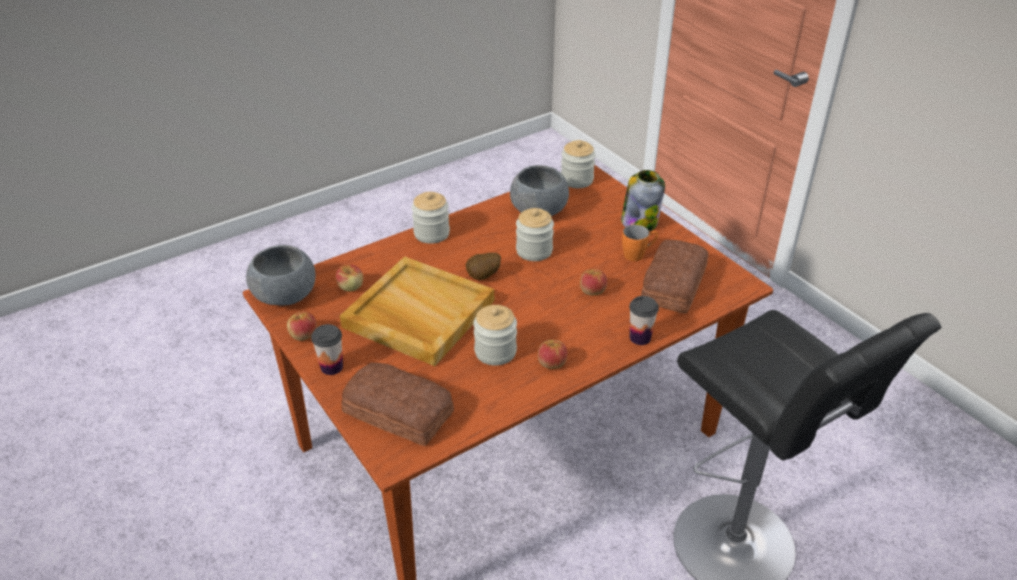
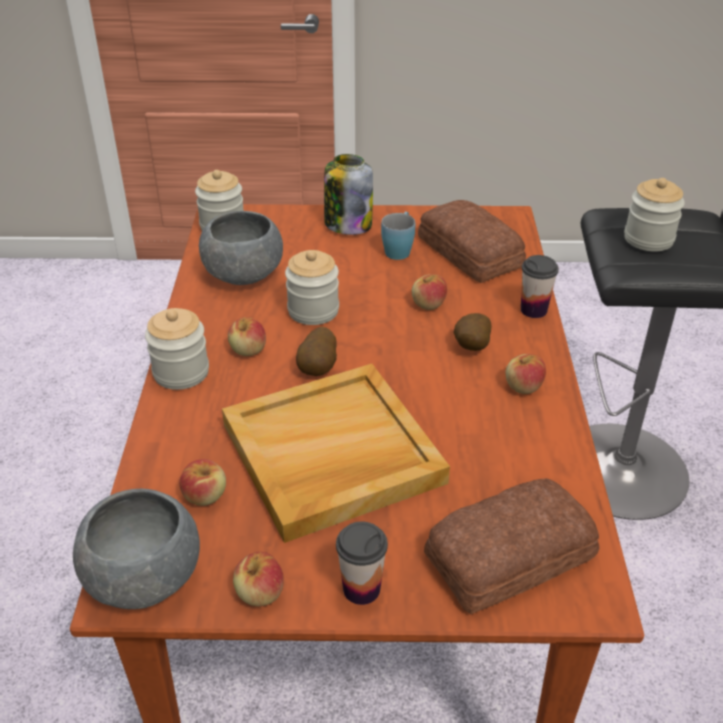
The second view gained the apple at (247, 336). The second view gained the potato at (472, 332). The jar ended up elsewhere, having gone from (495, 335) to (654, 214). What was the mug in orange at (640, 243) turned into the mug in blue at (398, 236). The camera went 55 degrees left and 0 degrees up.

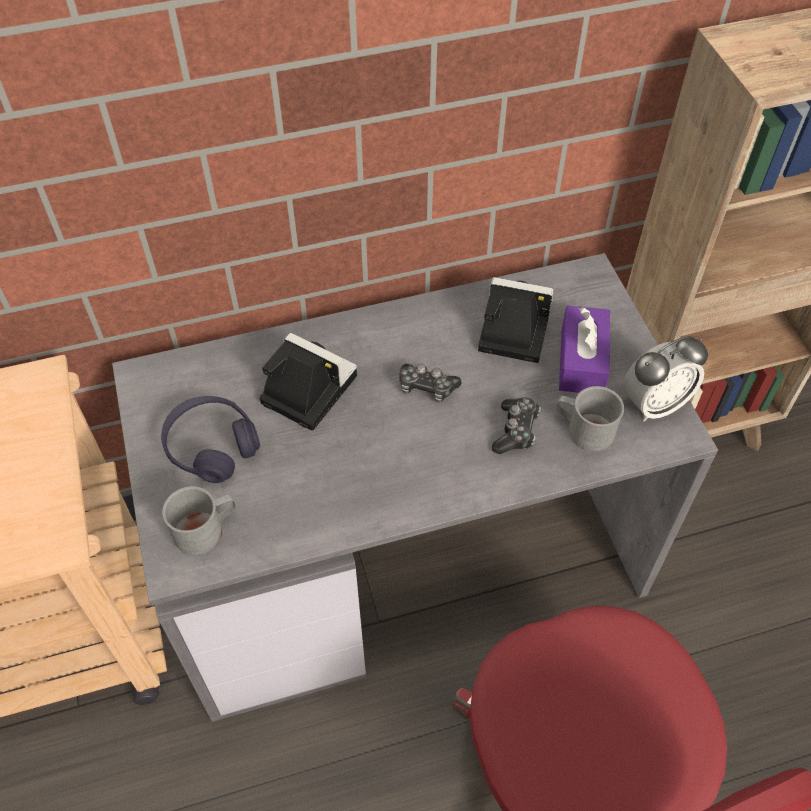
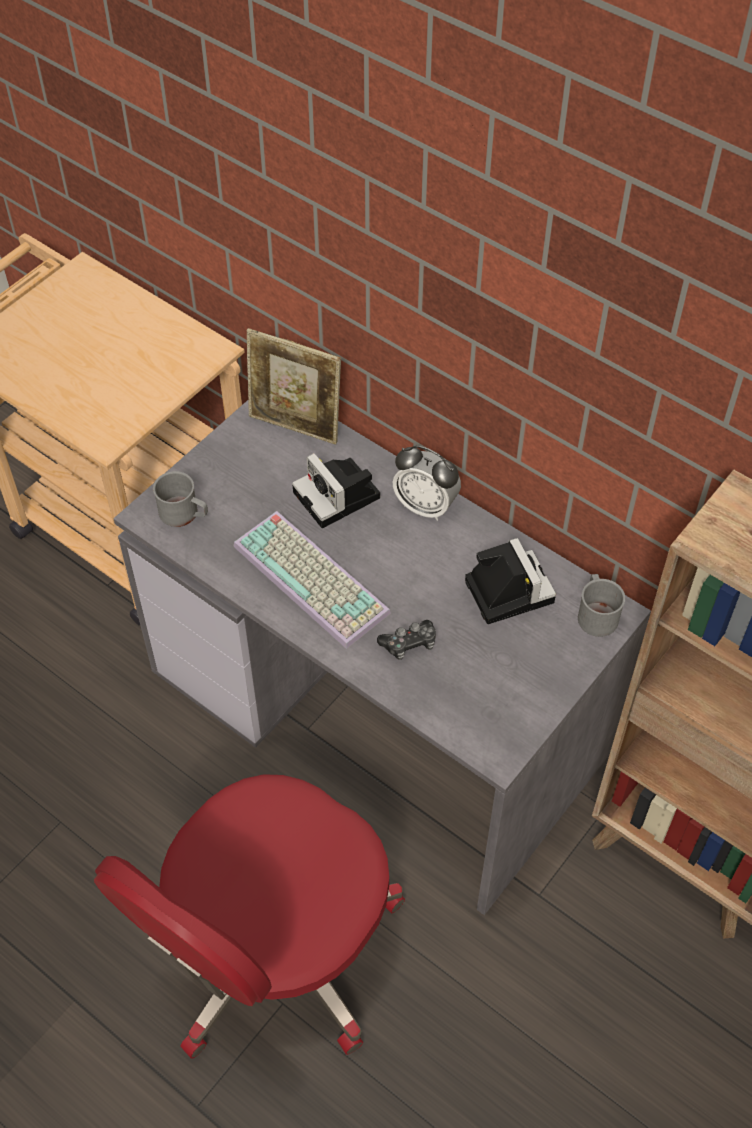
The second view lost the headphones in purple at (210, 439). The second view lost the game controller at (430, 383). The second view lost the tissue box in purple at (584, 349). The second view gained the keyboard at (312, 580). The second view gained the picture frame at (294, 386). The mug in grey ended up elsewhere, having gone from (590, 418) to (601, 605). The alarm clock ended up elsewhere, having gone from (665, 378) to (427, 483). The photo camera at (308, 381) ended up facing another way, 150 degrees clockwise from before. The camera went 55 degrees right and 0 degrees up.

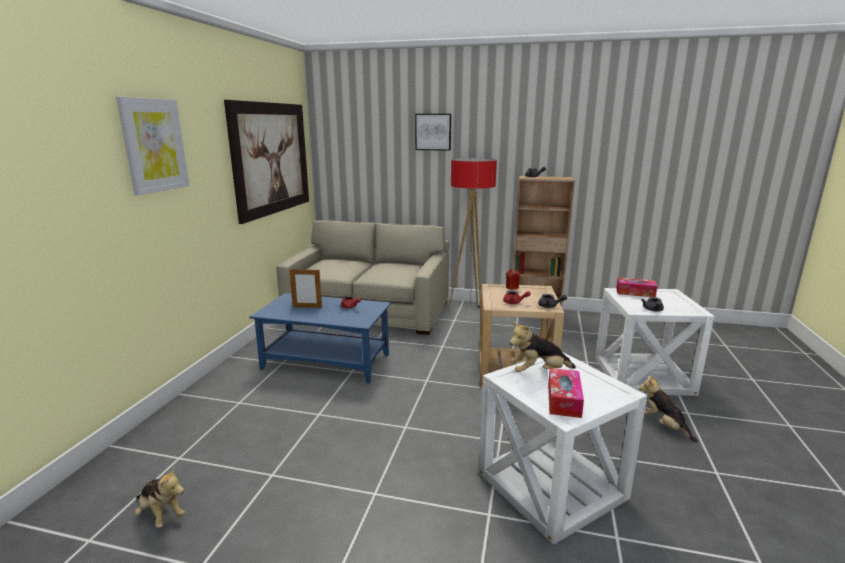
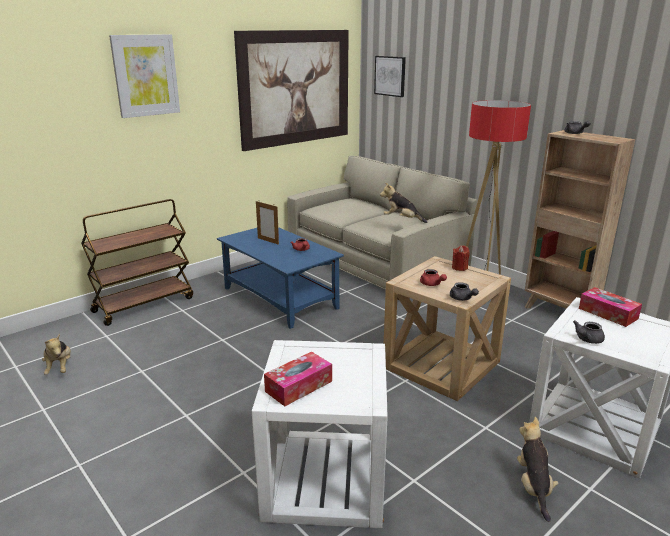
The second view gained the cart in brown at (137, 262). The picture ended up elsewhere, having gone from (433, 132) to (390, 76). The plush toy ended up elsewhere, having gone from (542, 347) to (403, 203). The camera went 35 degrees right and 5 degrees up.

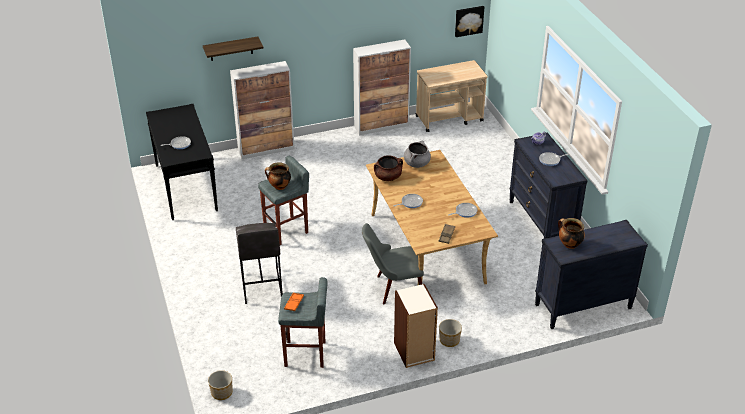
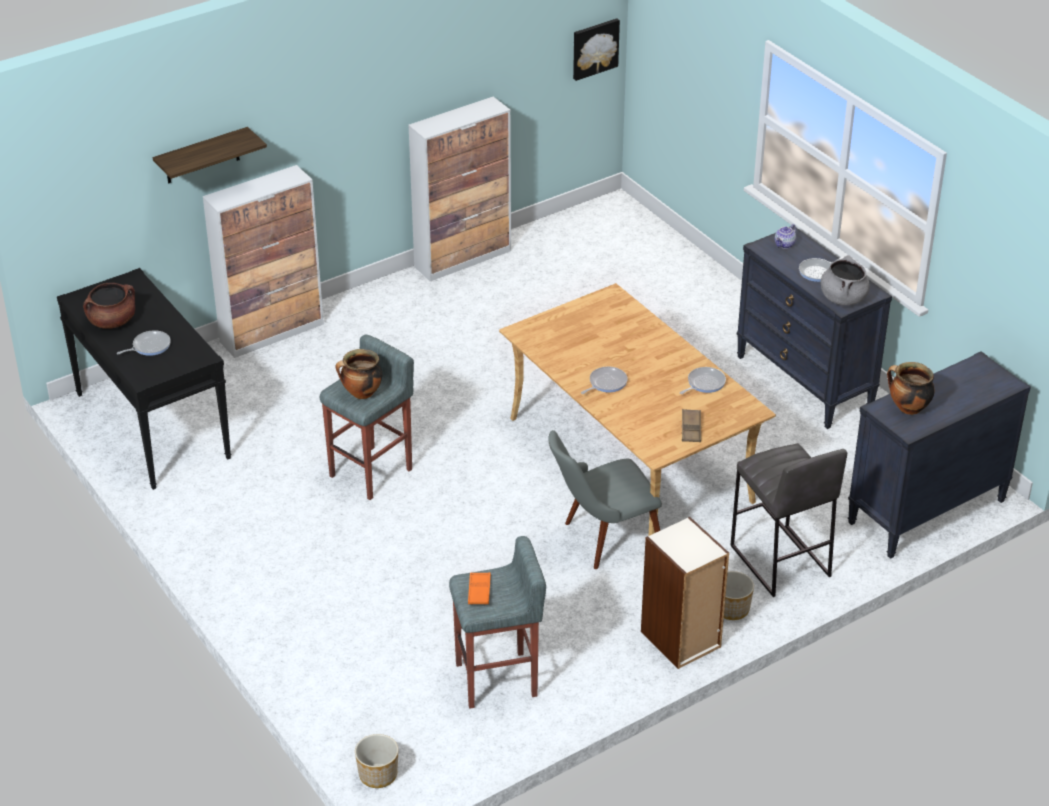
The second view lost the cart in beige at (451, 96). The stool in grey ended up elsewhere, having gone from (259, 263) to (788, 520). The cooking pot in brown ended up elsewhere, having gone from (388, 168) to (109, 306). The cooking pot in grey ended up elsewhere, having gone from (417, 154) to (845, 280). The camera went 15 degrees left and 0 degrees up.

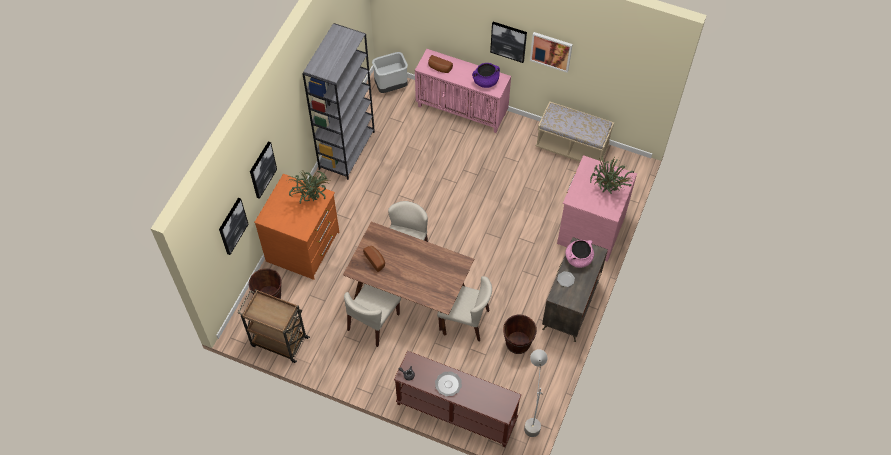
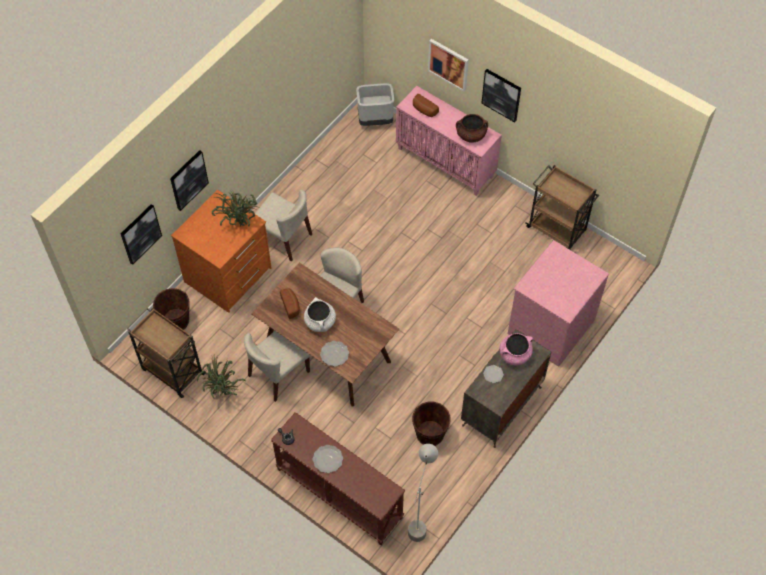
The second view lost the bookcase in grey at (339, 101). The second view gained the cooking pot in white at (320, 314). The second view gained the plate at (334, 354). The chair in beige ended up elsewhere, having gone from (464, 309) to (283, 225). The picture ended up elsewhere, having gone from (551, 52) to (448, 65). The potted plant ended up elsewhere, having gone from (612, 175) to (221, 377). Where the bench in beige stood at (575, 131), the cart in brown came to stand at (562, 207). What was the cooking pot in purple at (486, 75) turned into the cooking pot in brown at (472, 128). The camera went 15 degrees right and 0 degrees up.

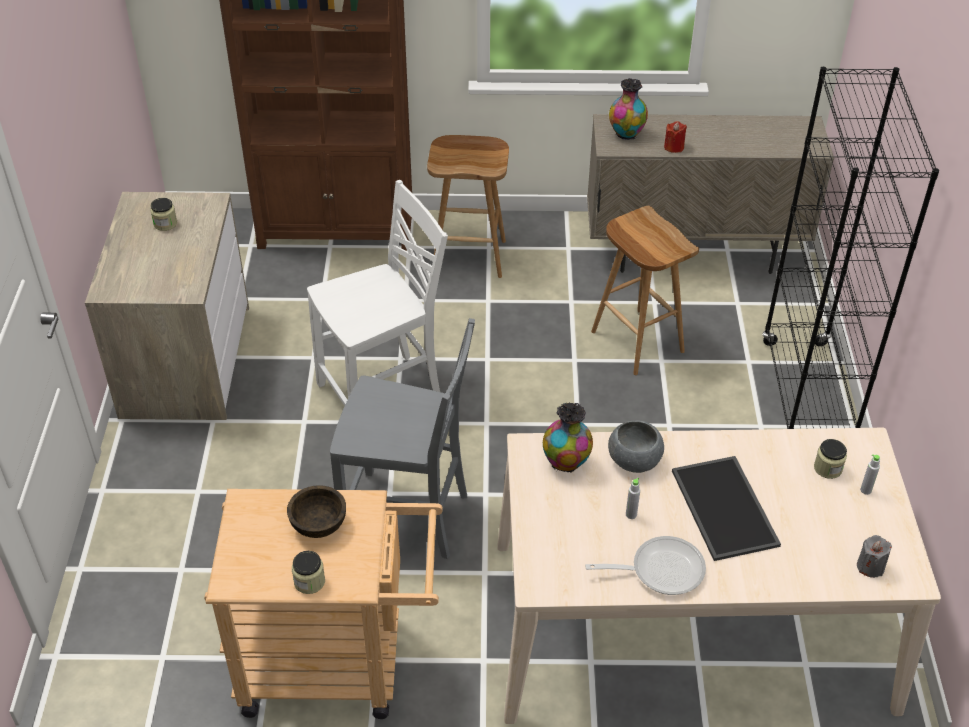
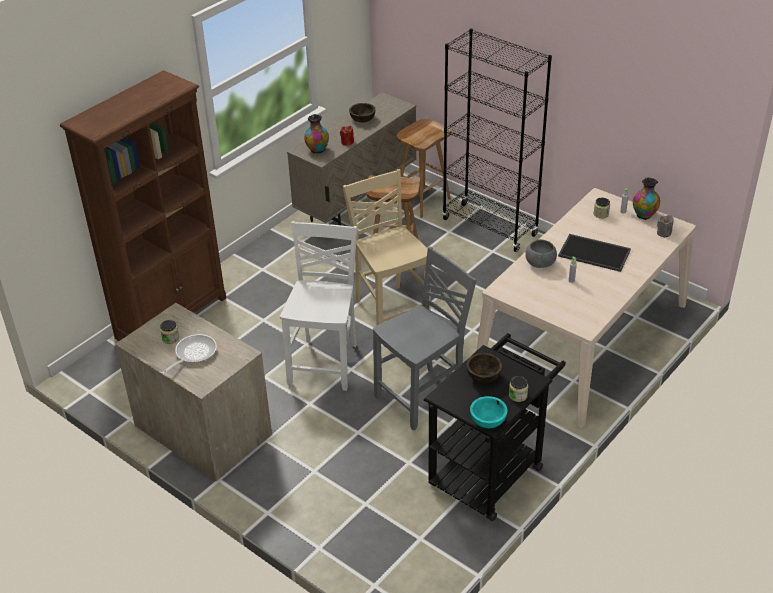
The second view gained the chair in beige at (387, 247). The second view gained the bowl in brown at (362, 113). The second view gained the bowl in turquoise at (489, 412). The stool in brown ended up elsewhere, having gone from (468, 206) to (423, 168). The vase ended up elsewhere, having gone from (568, 437) to (646, 198). The frying pan ended up elsewhere, having gone from (645, 565) to (189, 354). What was the cart in beige at (323, 604) turned into the cart in black at (495, 427). The camera went 50 degrees left and 5 degrees down.

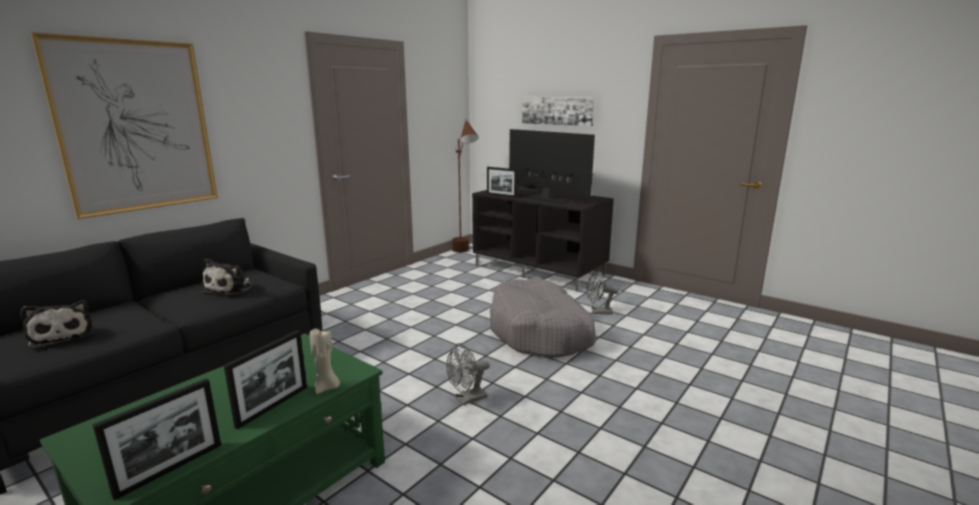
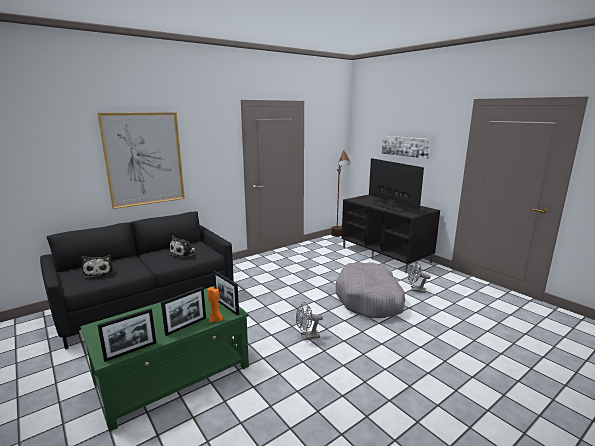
The picture frame ended up elsewhere, having gone from (502, 182) to (226, 293). What was the candle in beige at (325, 361) turned into the candle in orange at (215, 305). The camera went 15 degrees right and 0 degrees up.

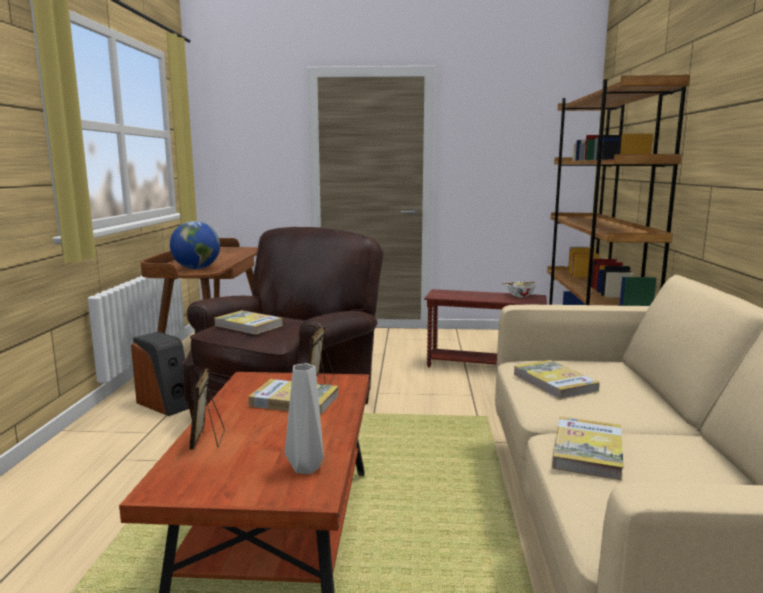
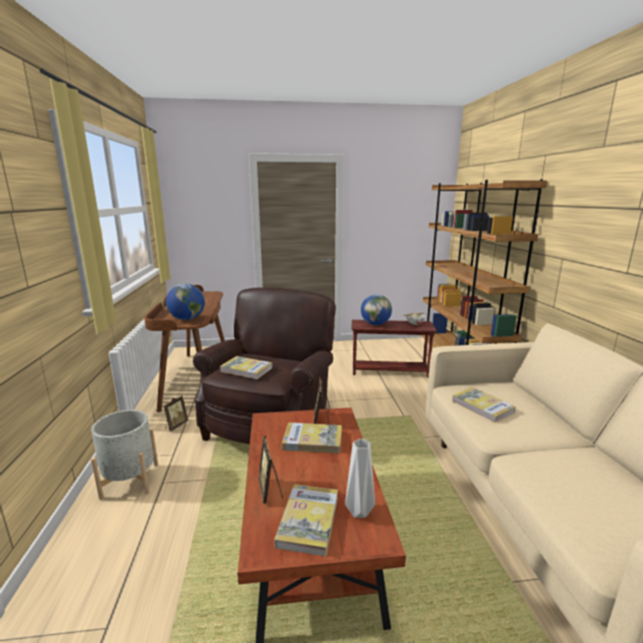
The second view gained the planter in grey at (124, 455). The second view gained the globe at (376, 309). The book ended up elsewhere, having gone from (588, 448) to (306, 520). Where the speaker stood at (160, 374), the picture frame came to stand at (175, 414). The camera went 10 degrees left and 5 degrees up.

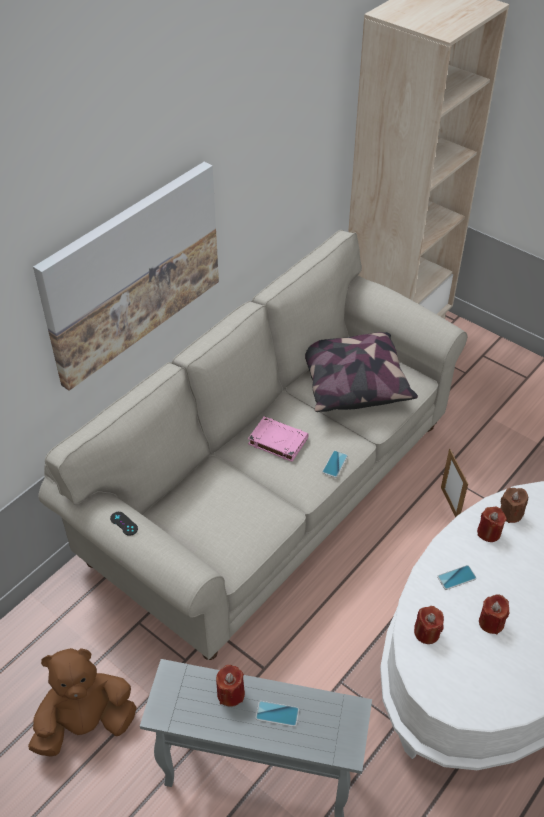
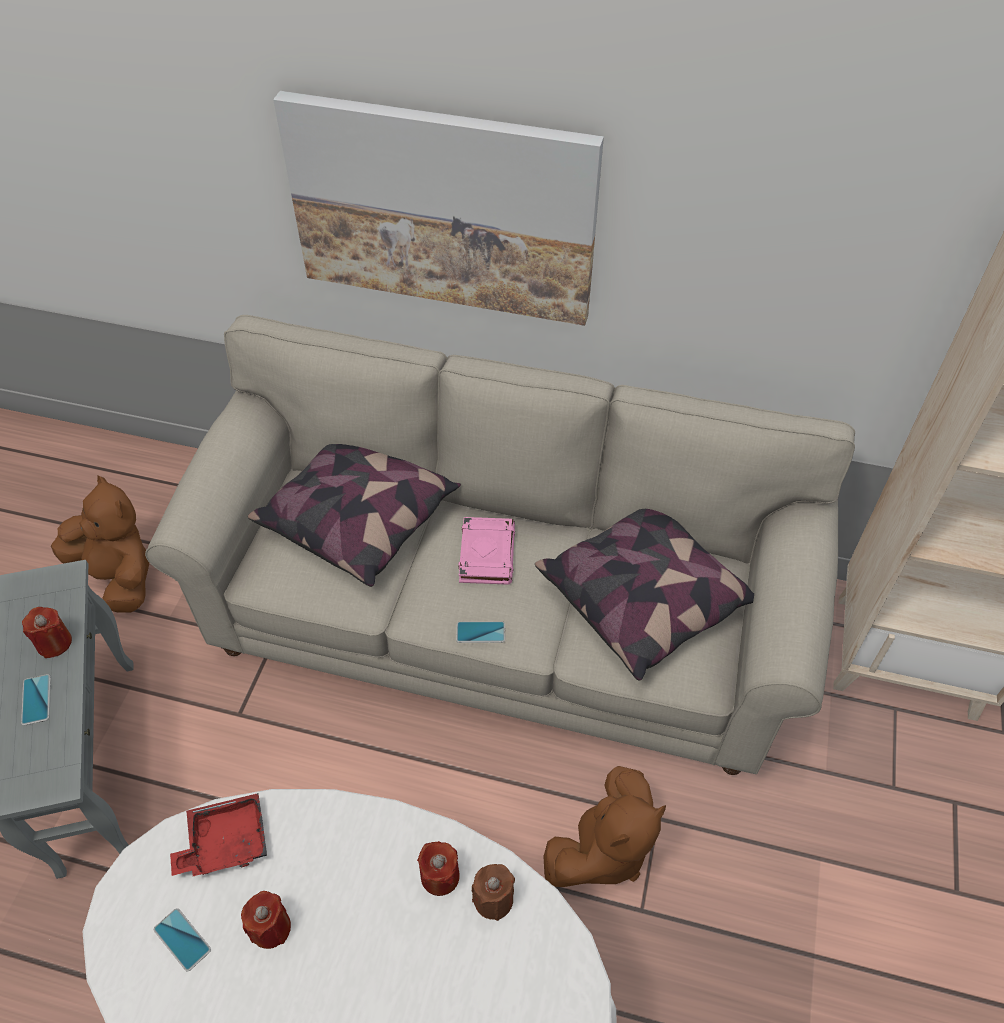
The second view lost the game controller in black at (124, 524). The second view gained the pillow at (354, 515). The phone ended up elsewhere, having gone from (457, 577) to (182, 940). Where the candle in red stood at (429, 625), the tray in red came to stand at (218, 834). Where the picture frame stood at (454, 482), the plush toy in brown came to stand at (604, 826). The camera went 65 degrees right and 5 degrees up.

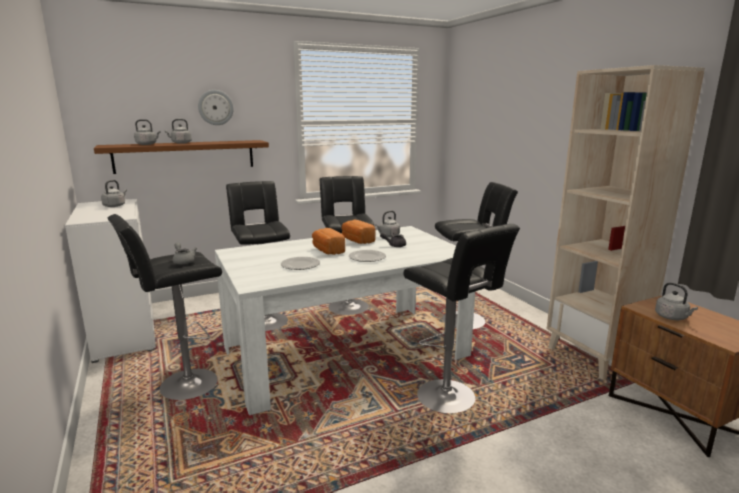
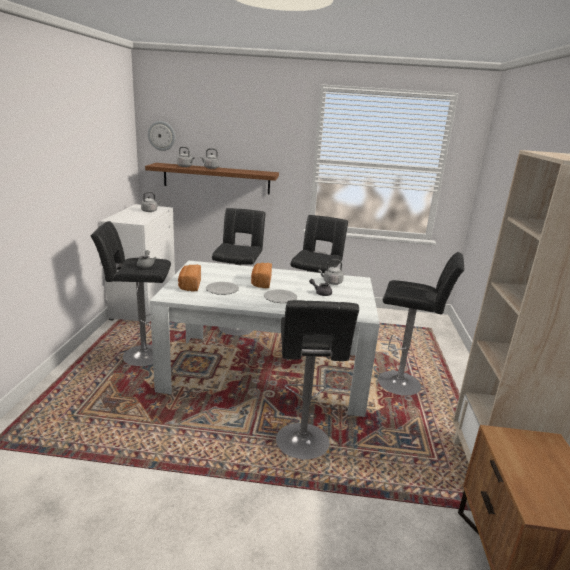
The second view lost the kettle in grey at (676, 301). The wall clock ended up elsewhere, having gone from (216, 107) to (161, 136). The bread ended up elsewhere, having gone from (358, 232) to (189, 278). The camera went 30 degrees right and 5 degrees up.

